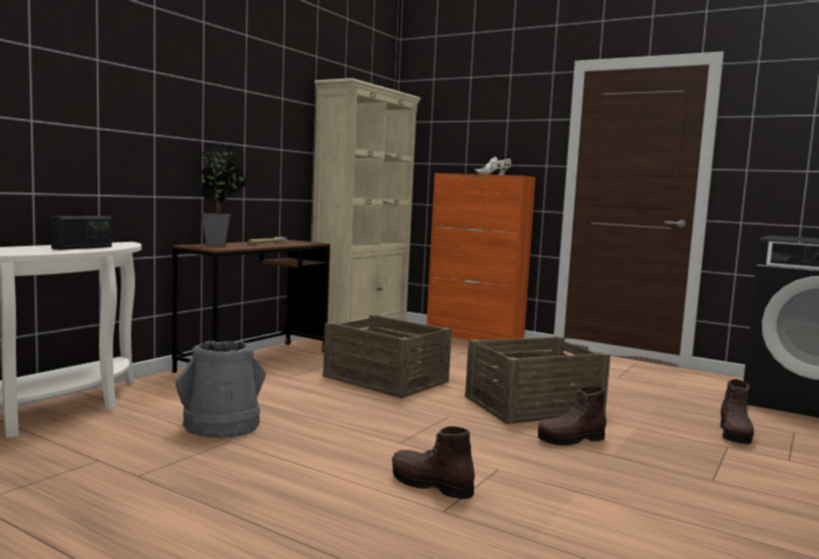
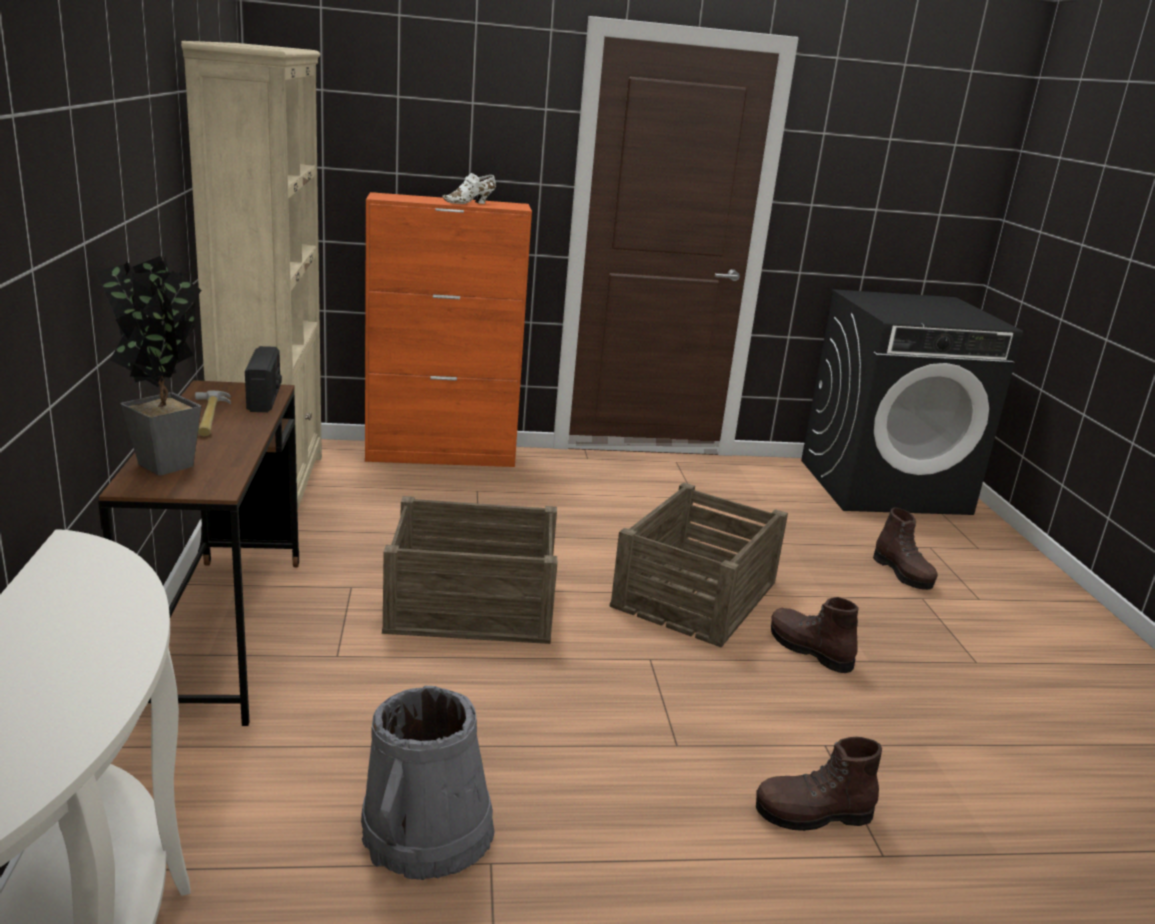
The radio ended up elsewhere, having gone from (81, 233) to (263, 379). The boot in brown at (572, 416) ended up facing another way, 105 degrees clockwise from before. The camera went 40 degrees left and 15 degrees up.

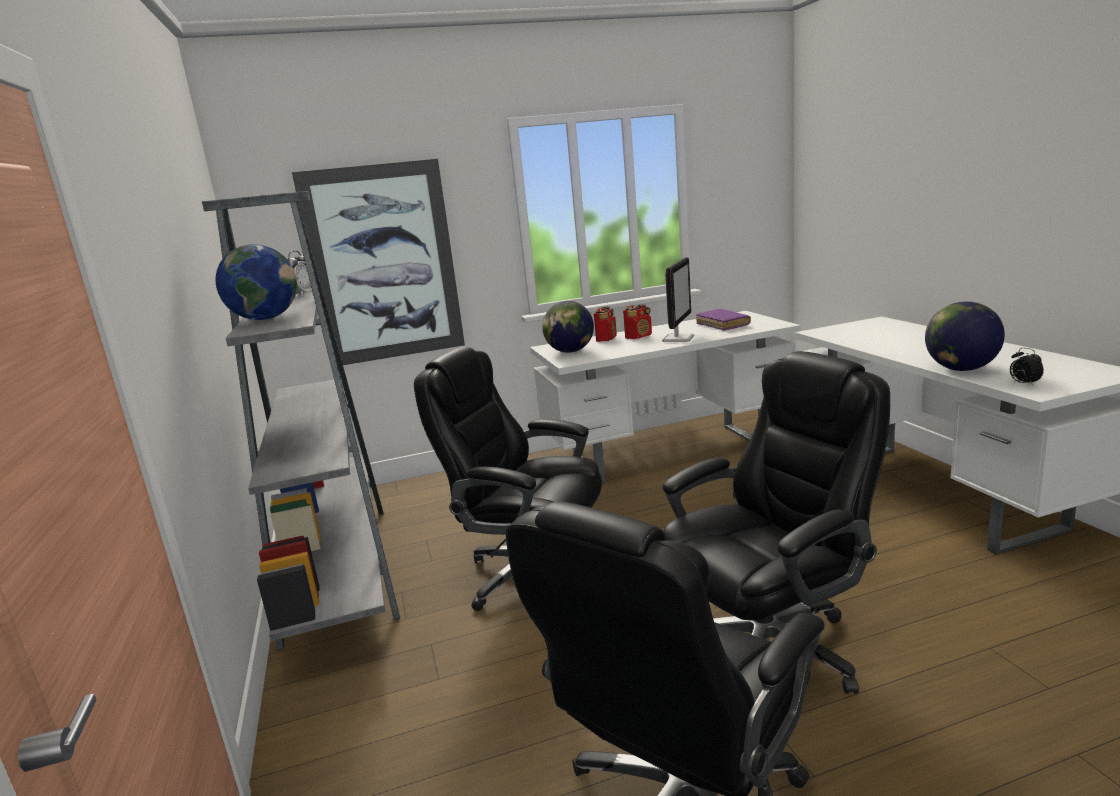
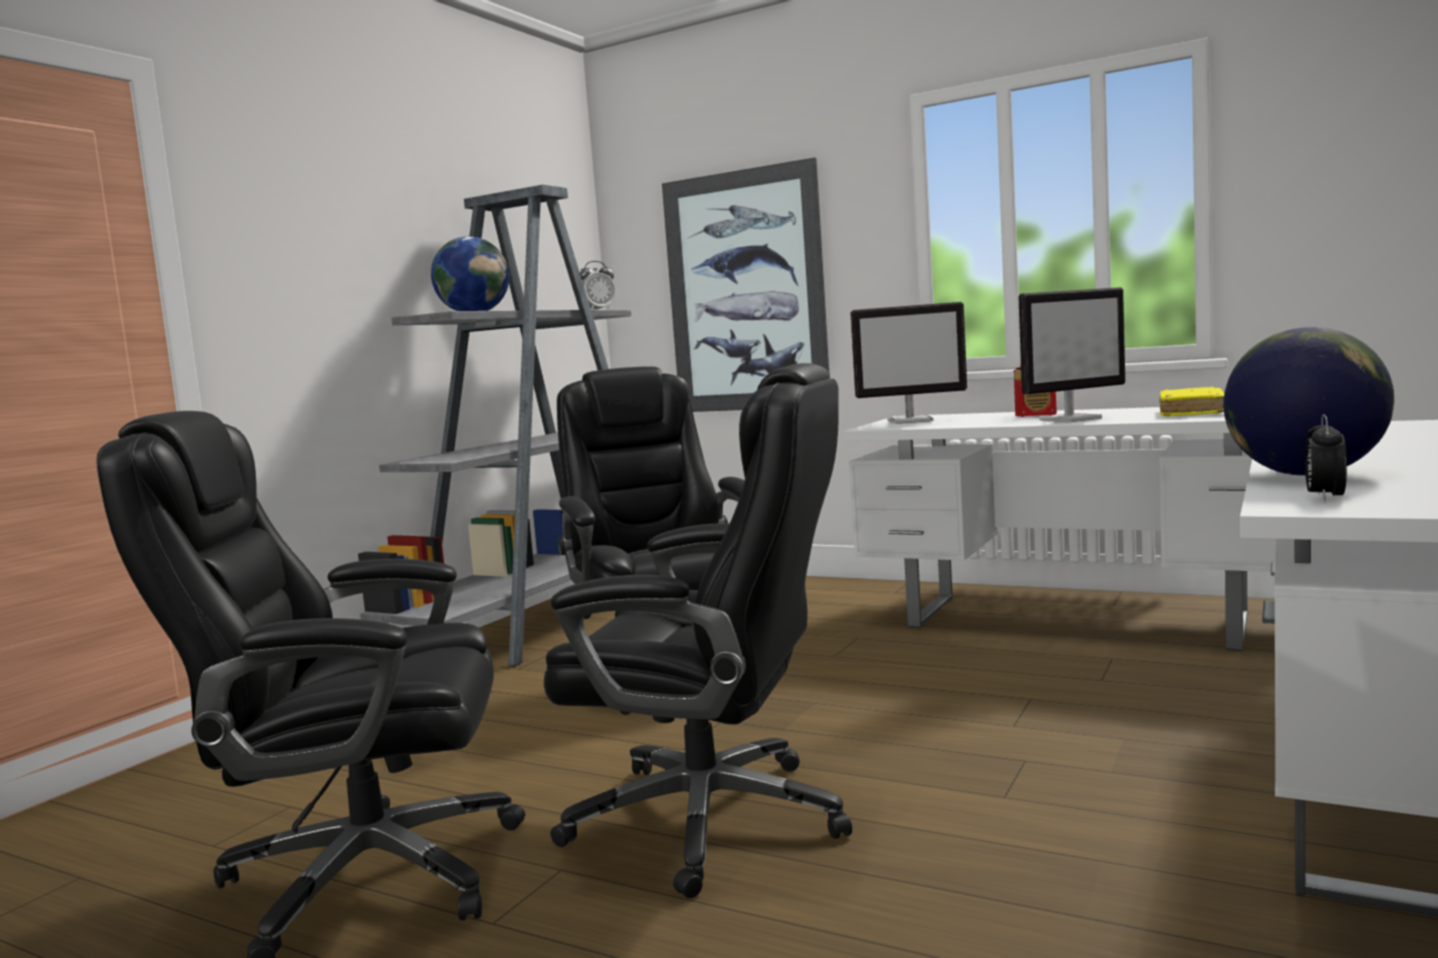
The second view lost the radio at (605, 324). Where the globe stood at (568, 327), the monitor came to stand at (908, 363). What was the book in purple at (723, 320) turned into the book in yellow at (1191, 402). The camera went 45 degrees right and 10 degrees down.

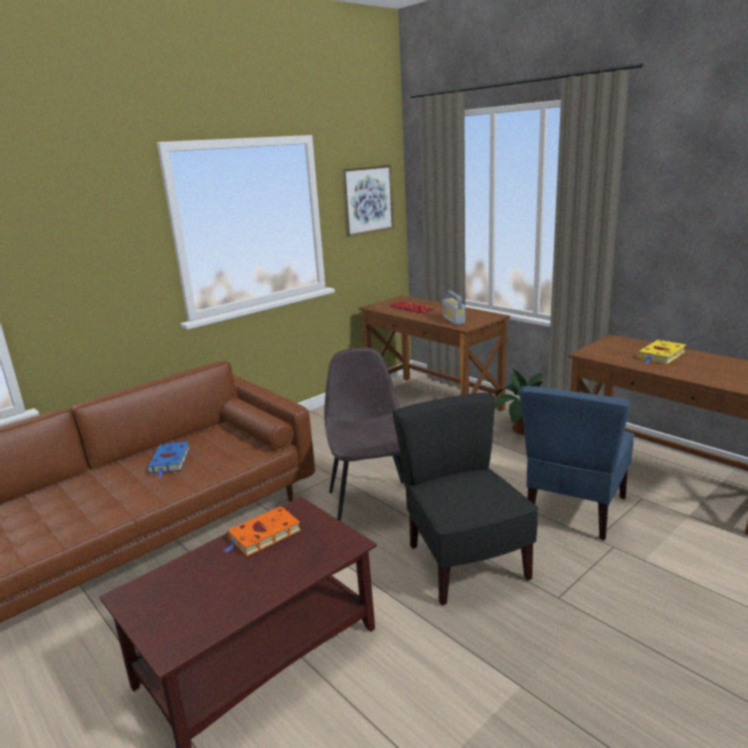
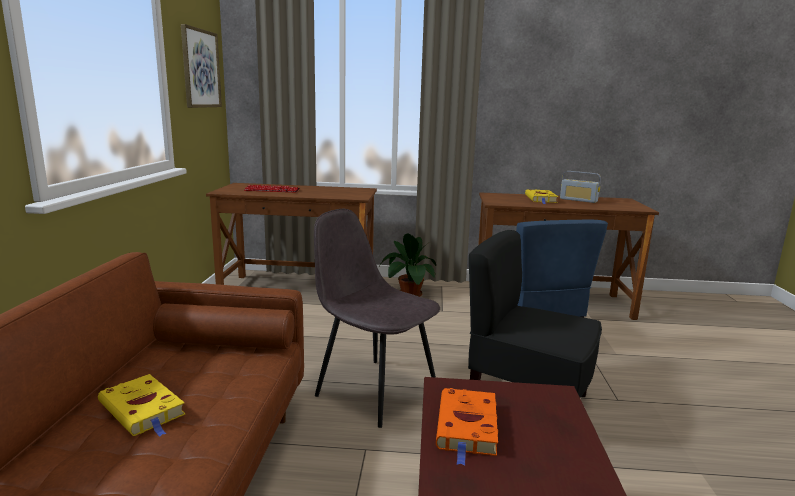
The radio ended up elsewhere, having gone from (454, 308) to (580, 187). What was the book in blue at (168, 460) turned into the book in yellow at (142, 405). The camera went 45 degrees left and 5 degrees down.

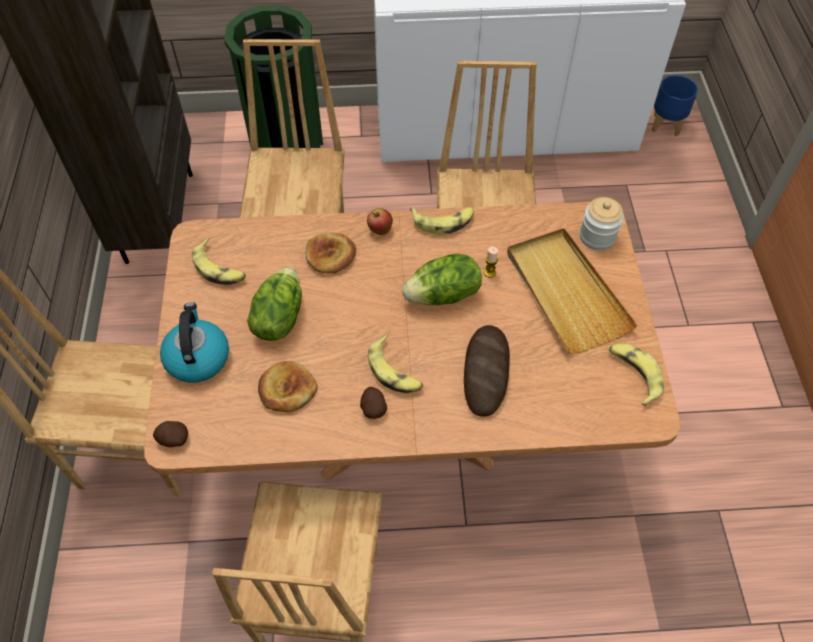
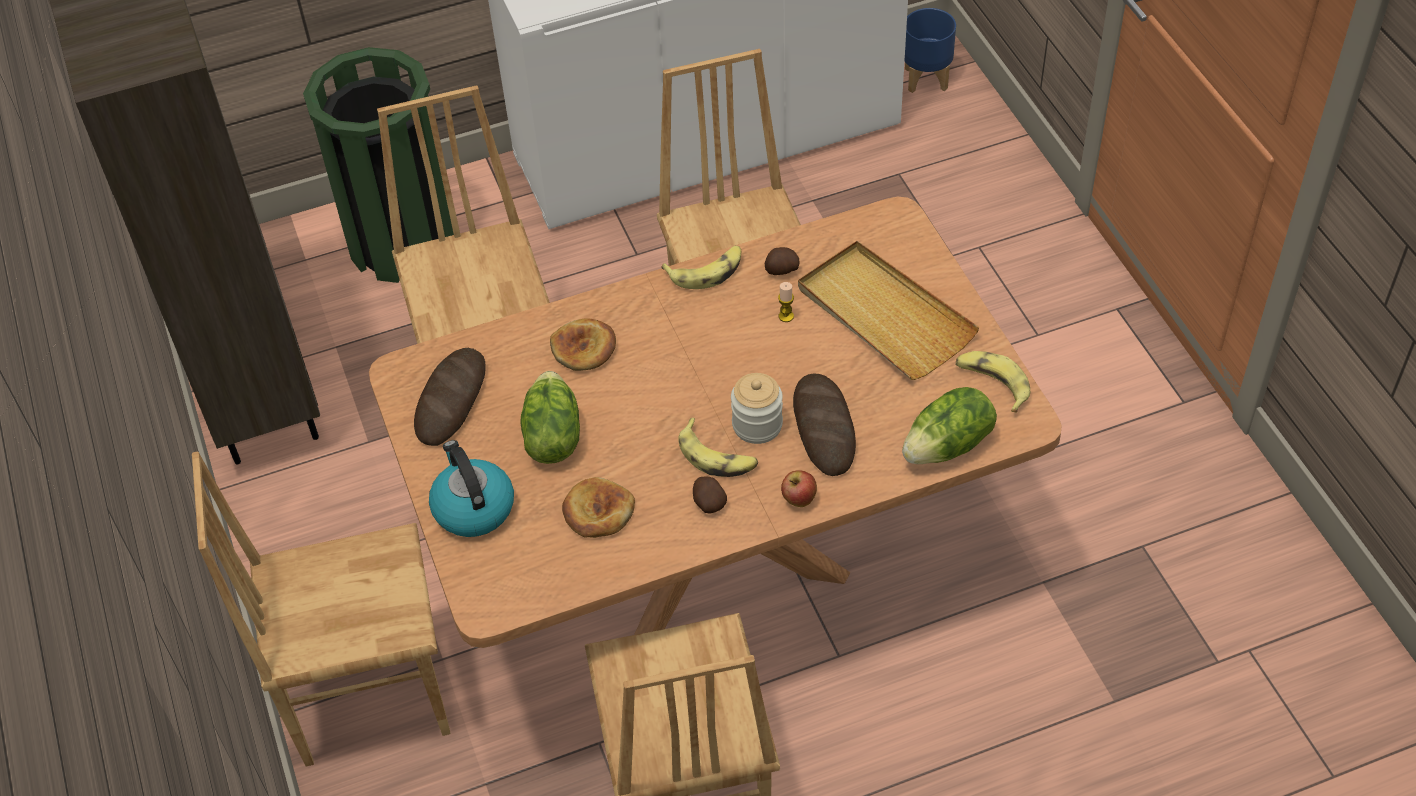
The potato ended up elsewhere, having gone from (170, 434) to (782, 261). The apple ended up elsewhere, having gone from (380, 221) to (799, 488). The lettuce ended up elsewhere, having gone from (442, 279) to (949, 425). The jar ended up elsewhere, having gone from (602, 223) to (757, 408). Where the banana stood at (219, 261), the bread came to stand at (450, 397). The camera went 15 degrees left and 5 degrees down.

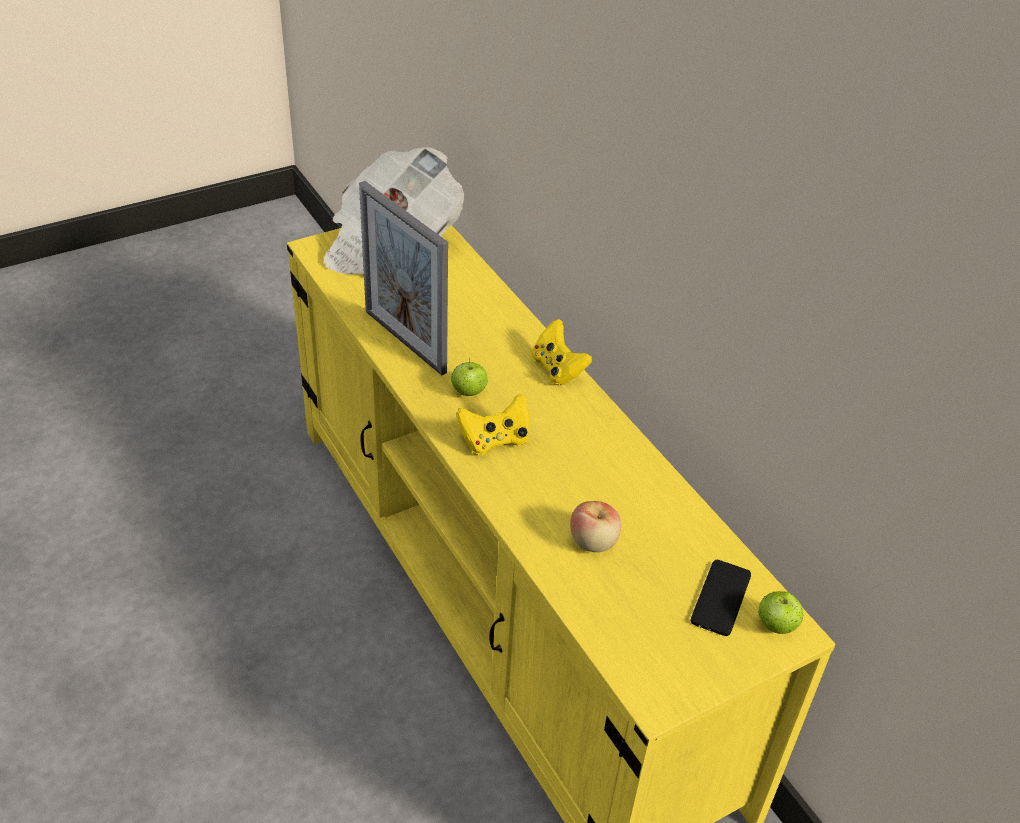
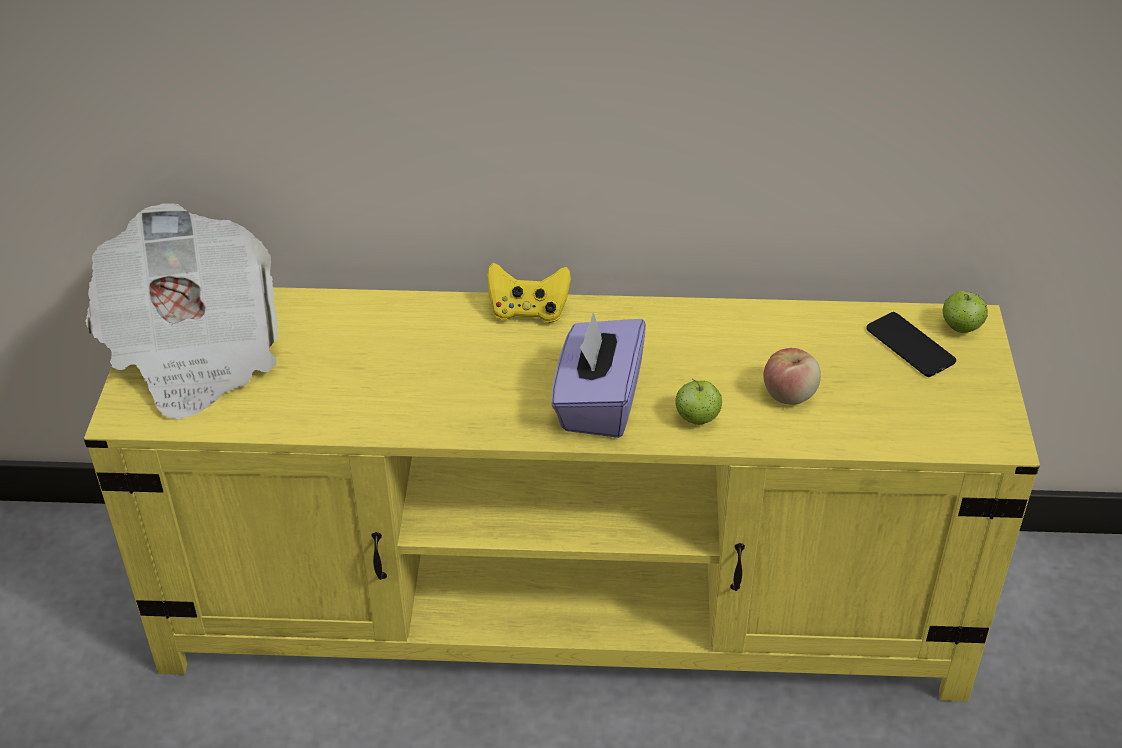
The second view lost the picture frame at (403, 278). The apple ended up elsewhere, having gone from (469, 377) to (698, 402). Where the game controller in yellow stood at (492, 424), the tissue box in purple came to stand at (598, 375). The camera went 55 degrees left and 0 degrees up.

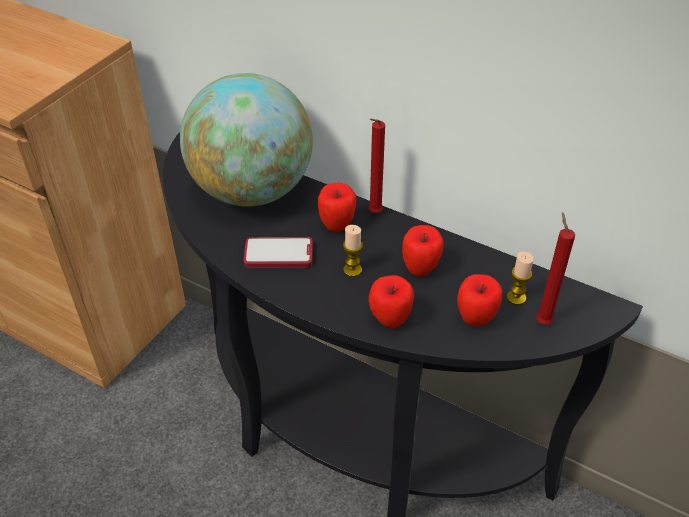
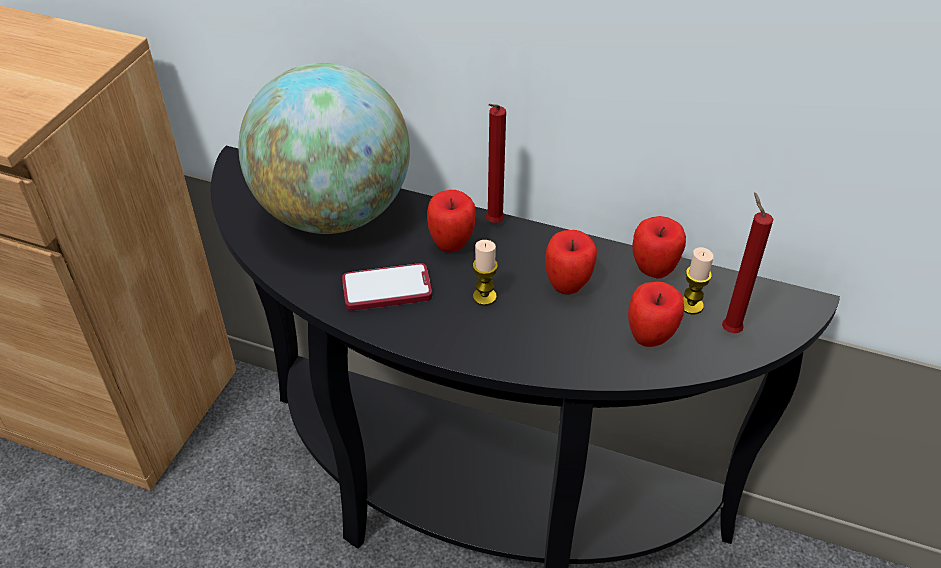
The apple ended up elsewhere, having gone from (391, 301) to (659, 247). The camera went 10 degrees left and 0 degrees up.

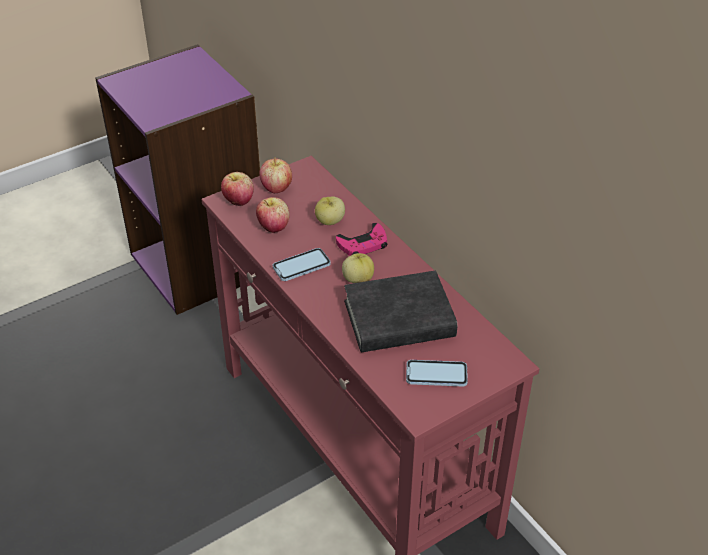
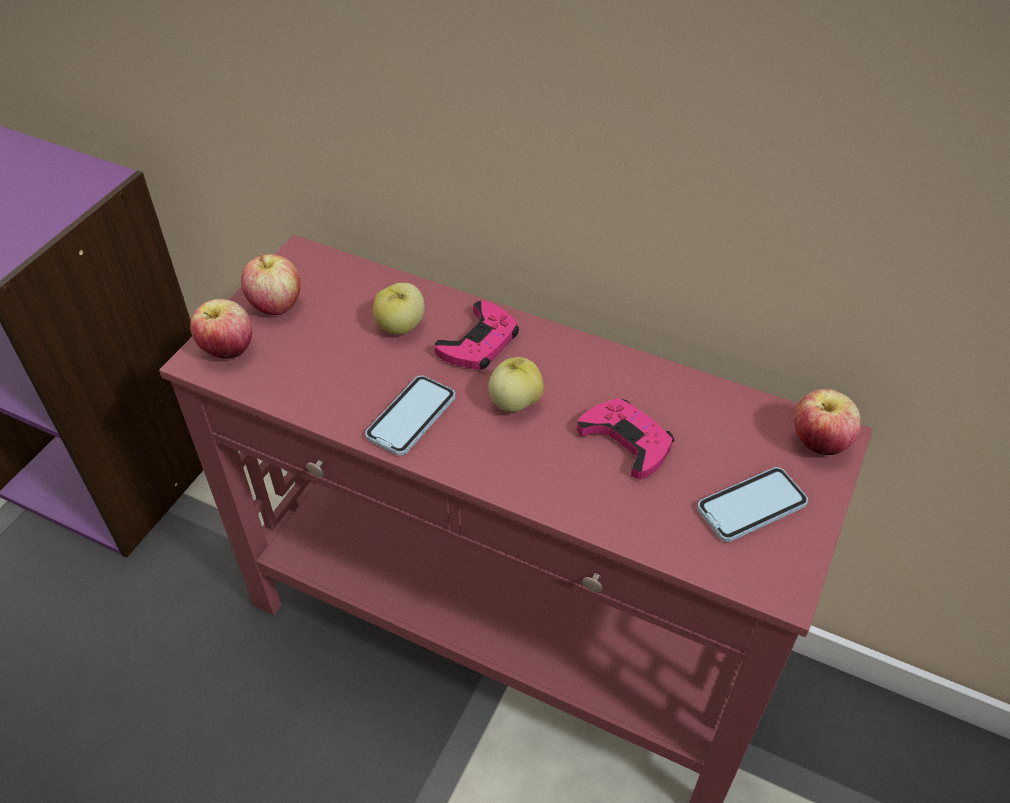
The apple ended up elsewhere, having gone from (273, 215) to (827, 422). Where the book in black stood at (400, 311), the game controller in pink came to stand at (625, 438). The camera went 30 degrees left and 5 degrees up.

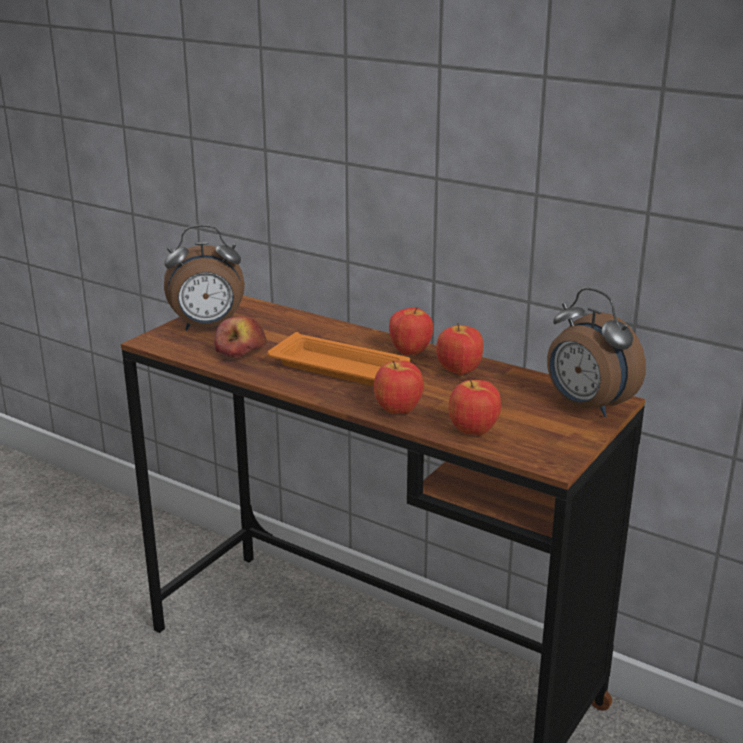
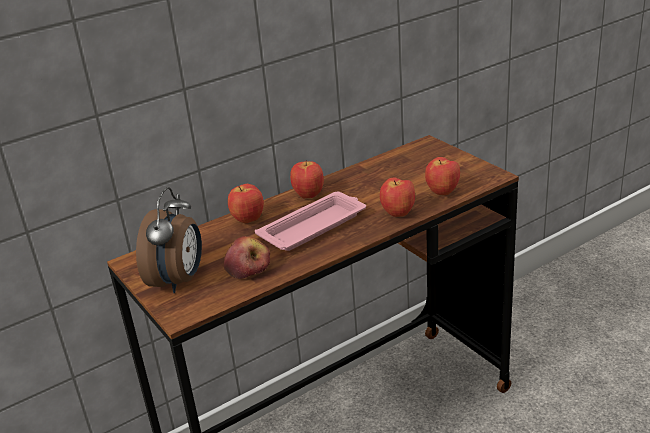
The second view lost the alarm clock at (596, 352). The apple ended up elsewhere, having gone from (459, 349) to (246, 203). What was the tray in orange at (338, 359) turned into the tray in pink at (310, 221). The camera went 65 degrees left and 5 degrees up.

